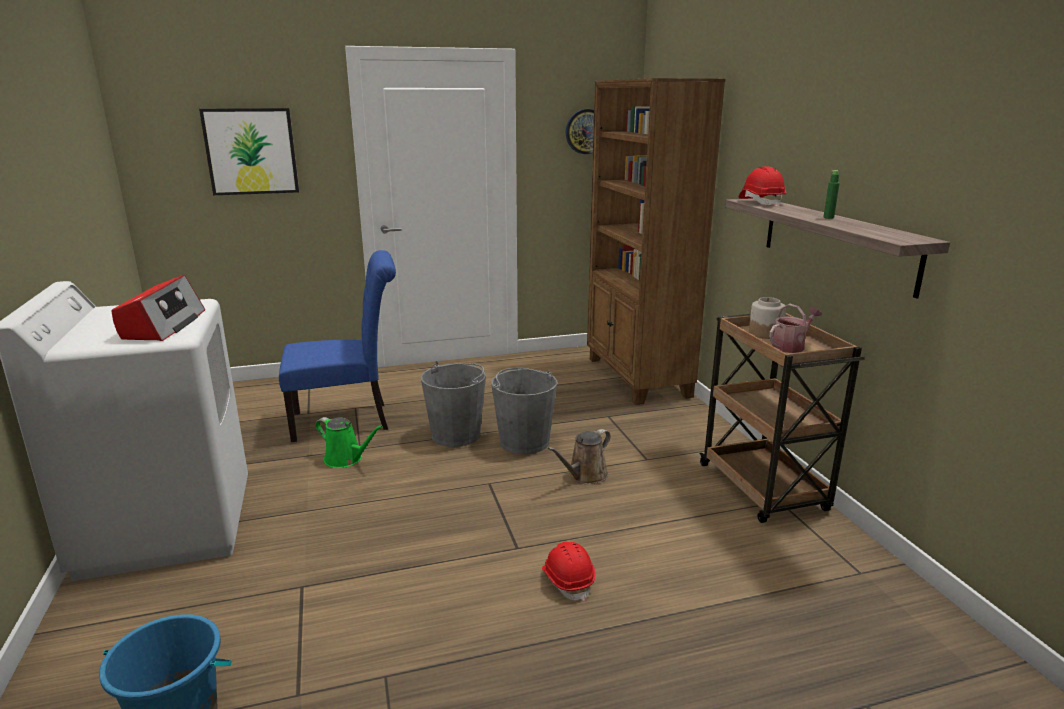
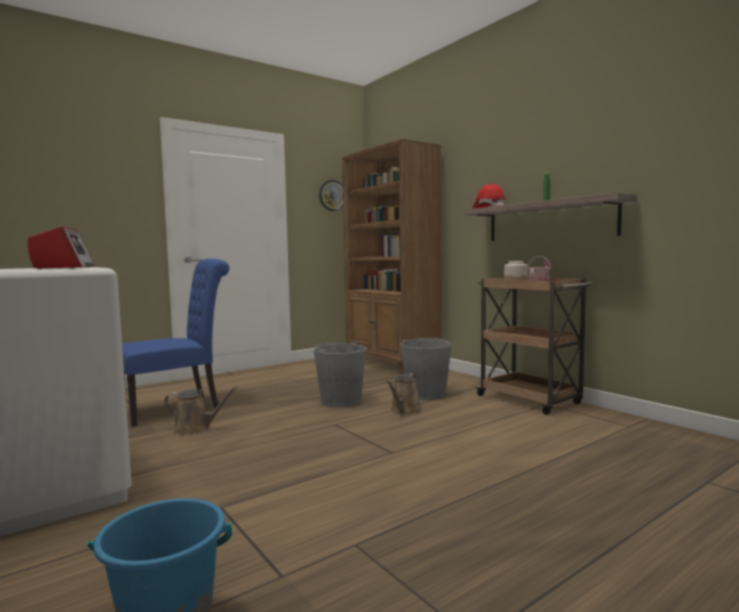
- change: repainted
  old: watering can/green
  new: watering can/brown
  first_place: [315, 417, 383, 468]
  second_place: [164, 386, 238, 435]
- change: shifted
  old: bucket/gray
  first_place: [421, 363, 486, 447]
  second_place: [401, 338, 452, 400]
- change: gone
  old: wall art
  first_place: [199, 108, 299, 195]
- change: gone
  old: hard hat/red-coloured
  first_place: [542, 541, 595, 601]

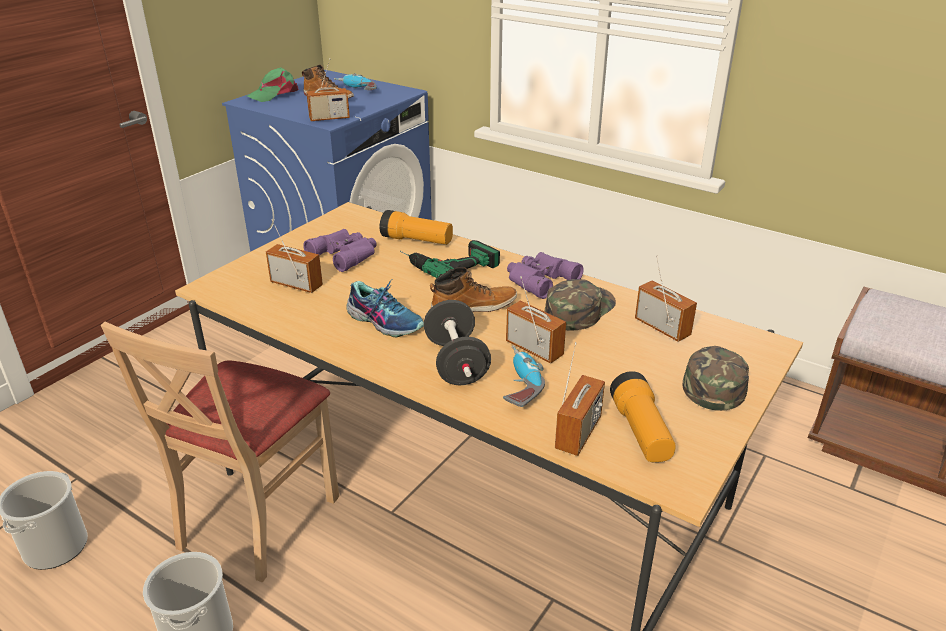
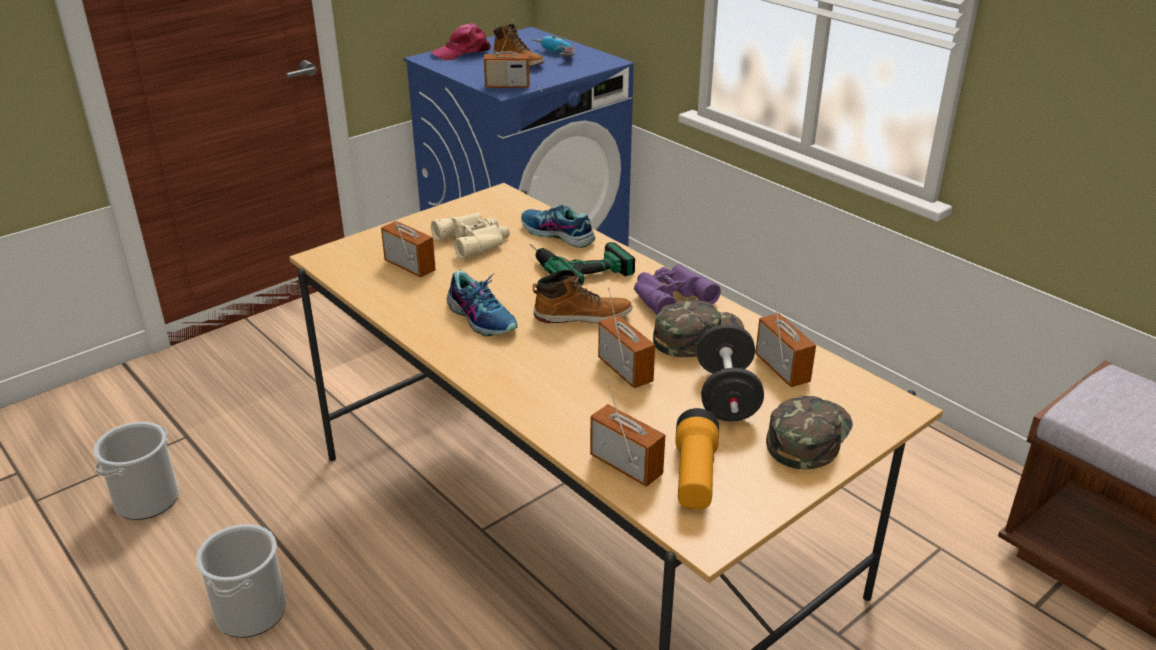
- change: repainted
  old: cap/green
  new: cap/pink-coloured
  first_place: [247, 67, 299, 102]
  second_place: [431, 23, 491, 60]
- change: repainted
  old: pair of binoculars/purple
  new: pair of binoculars/beige-coloured
  first_place: [303, 229, 377, 272]
  second_place: [431, 212, 510, 259]
- change: swapped
  old: hand torch
  new: low shoe
  first_place: [380, 210, 453, 245]
  second_place: [521, 205, 595, 248]
- change: rotated
  old: radio receiver
  first_place: [555, 342, 605, 456]
  second_place: [590, 379, 665, 487]
  degrees: -90
- change: shifted
  old: dumbbell/black
  first_place: [424, 300, 491, 385]
  second_place: [696, 324, 764, 422]
- change: gone
  old: plain chair/beige-coloured
  first_place: [101, 322, 339, 582]
- change: gone
  old: electric drill
  first_place: [503, 345, 545, 407]

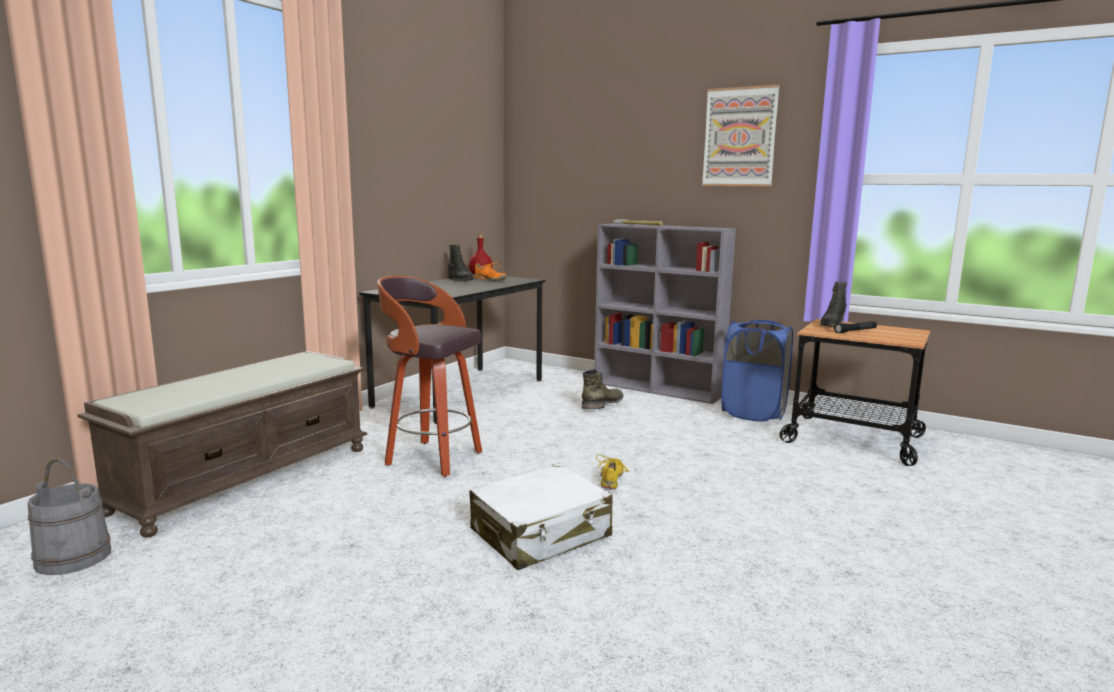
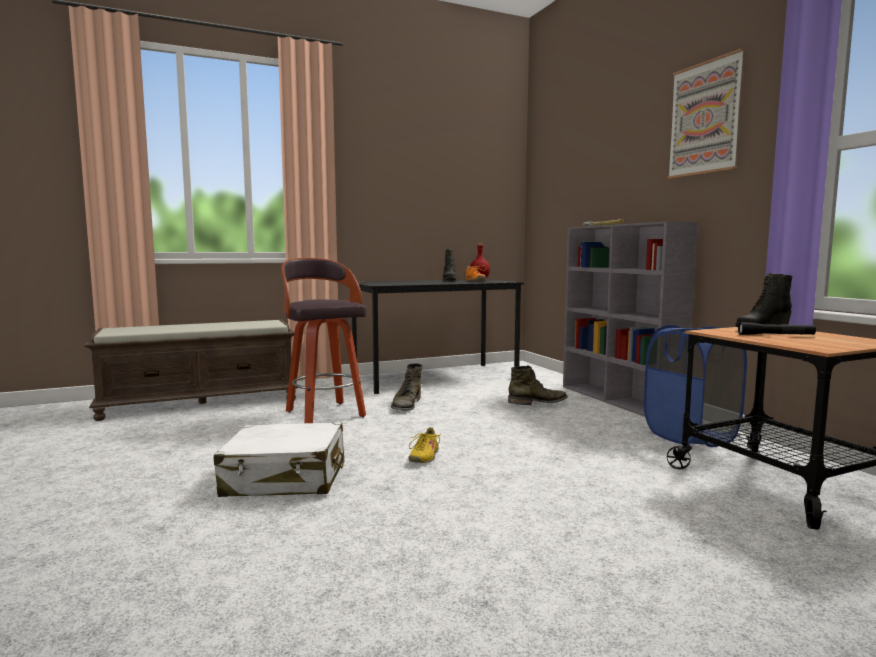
- change: new
  new: boot/green
  second_place: [391, 363, 423, 411]
- change: rotated
  old: low shoe/yellow
  first_place: [596, 454, 630, 489]
  second_place: [408, 427, 442, 463]
  degrees: 150
- change: gone
  old: bucket/gray
  first_place: [27, 458, 111, 575]

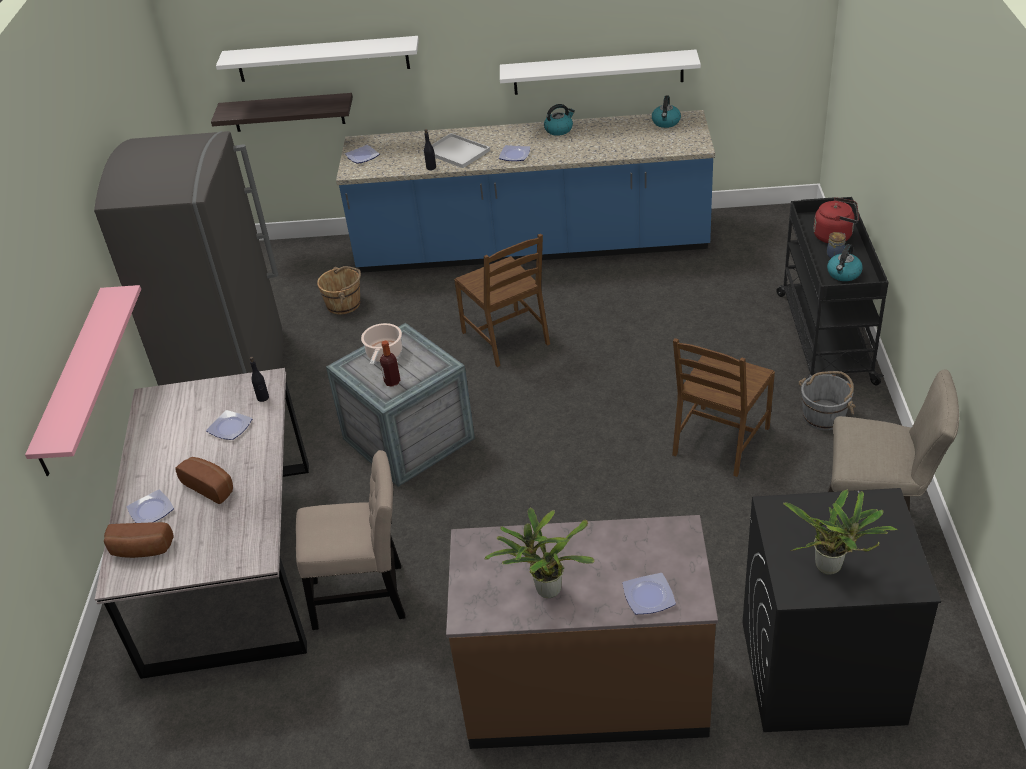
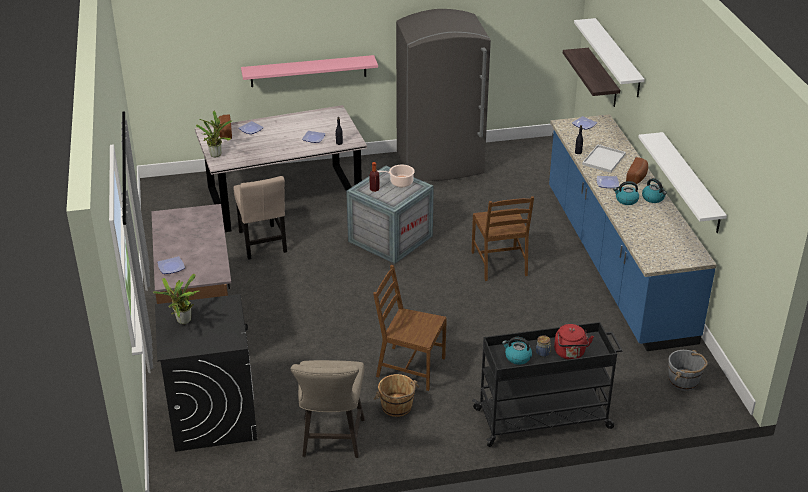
- change: shifted
  old: potted plant
  first_place: [485, 507, 595, 598]
  second_place: [196, 111, 232, 158]
- change: shifted
  old: bucket/brown
  first_place: [317, 266, 361, 314]
  second_place: [374, 374, 419, 417]
- change: rotated
  old: plain chair/brown
  first_place: [454, 234, 550, 367]
  second_place: [472, 196, 534, 281]
  degrees: -60
- change: shifted
  old: tea kettle
  first_place: [652, 95, 681, 128]
  second_place: [613, 181, 639, 205]
- change: shifted
  old: baked bread
  first_place: [175, 457, 233, 504]
  second_place: [626, 157, 648, 184]
- change: shifted
  old: bucket/gray
  first_place: [799, 371, 856, 430]
  second_place: [668, 350, 708, 391]

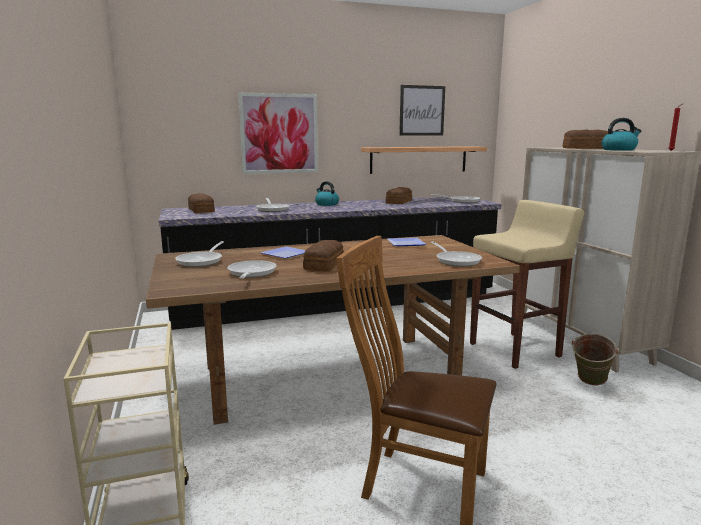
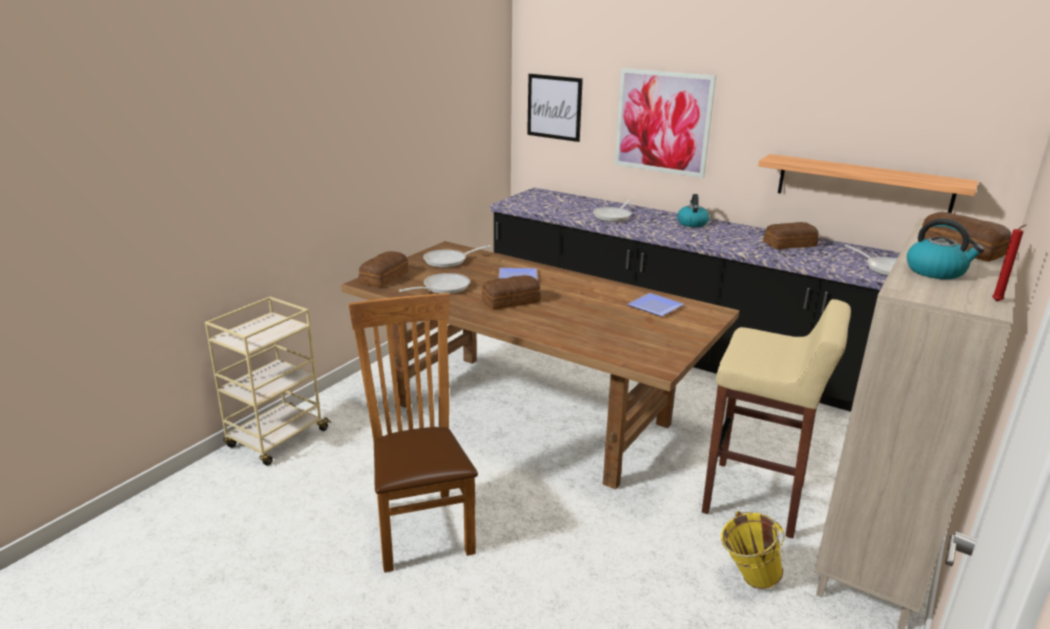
- change: shifted
  old: baked bread
  first_place: [188, 193, 215, 213]
  second_place: [359, 251, 409, 287]
- change: shifted
  old: wall art
  first_place: [399, 85, 445, 136]
  second_place: [527, 74, 583, 142]
- change: repainted
  old: bucket/green
  new: bucket/yellow
  first_place: [572, 333, 619, 386]
  second_place: [721, 511, 784, 589]
- change: gone
  old: frying pan
  first_place: [430, 241, 482, 267]

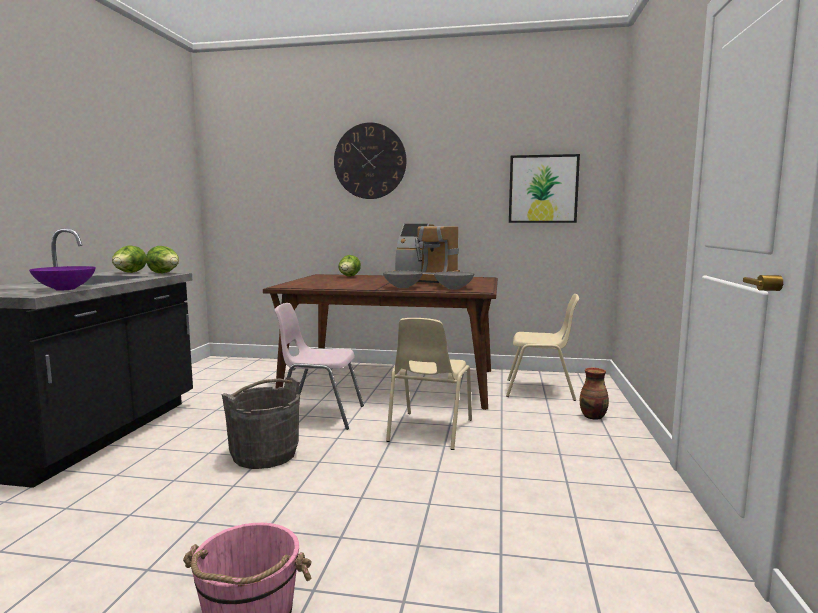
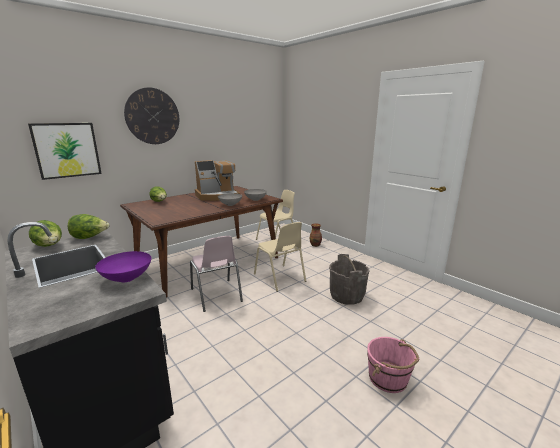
- change: shifted
  old: wall art
  first_place: [509, 154, 580, 223]
  second_place: [28, 123, 102, 180]
- change: rotated
  old: plain chair/pink-coloured
  first_place: [275, 303, 364, 430]
  second_place: [190, 236, 243, 312]
  degrees: -75
- change: shifted
  old: bucket/gray
  first_place: [222, 378, 300, 469]
  second_place: [329, 254, 370, 305]

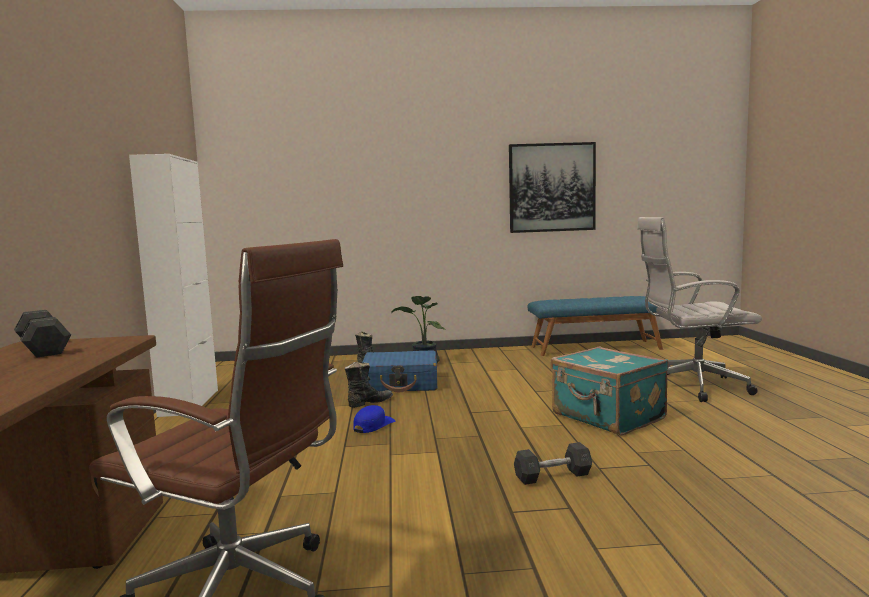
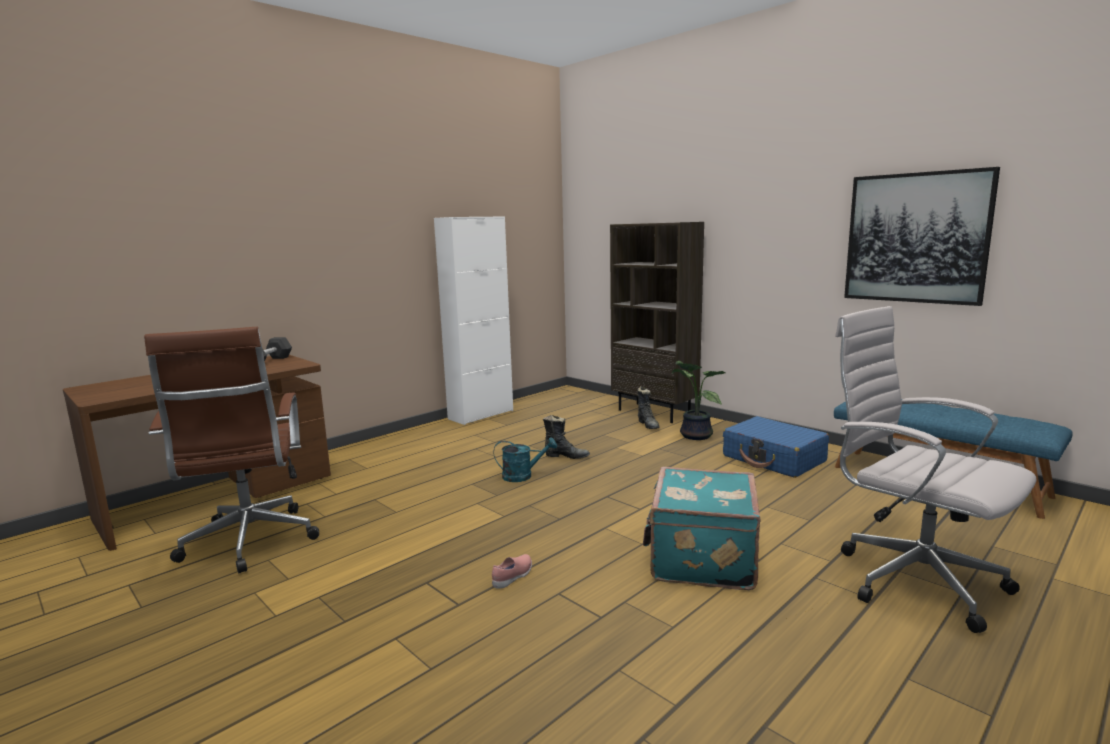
- change: swapped
  old: dumbbell/gray
  new: low shoe/pink-coloured
  first_place: [514, 442, 592, 485]
  second_place: [492, 554, 532, 589]
- change: swapped
  old: cap/blue-coloured
  new: watering can/turquoise-coloured
  first_place: [353, 405, 395, 433]
  second_place: [494, 437, 557, 482]
- change: new
  new: bookcase/brown
  second_place: [610, 222, 704, 423]
- change: shifted
  old: travel case/blue-coloured
  first_place: [362, 350, 437, 393]
  second_place: [723, 416, 829, 478]

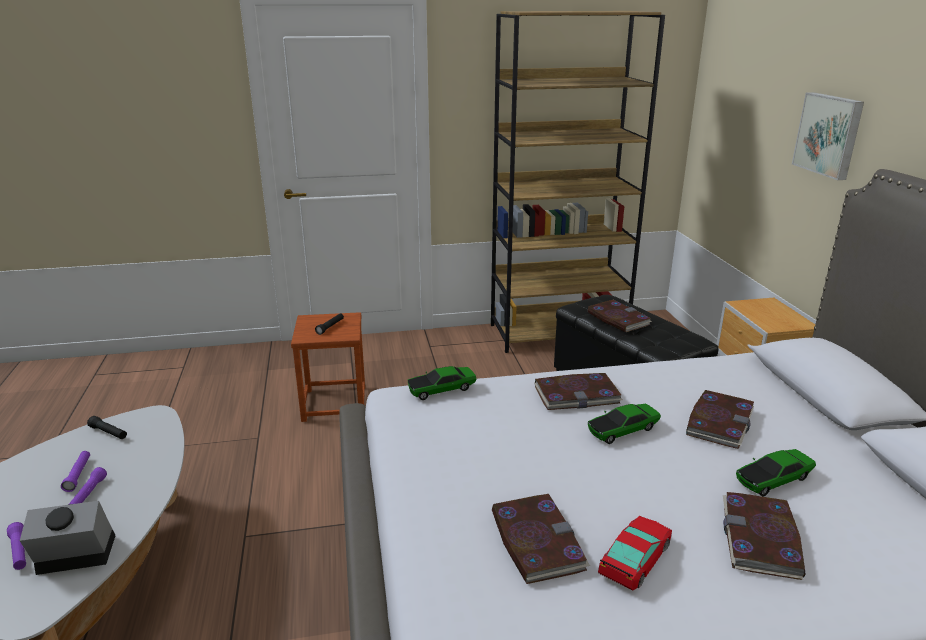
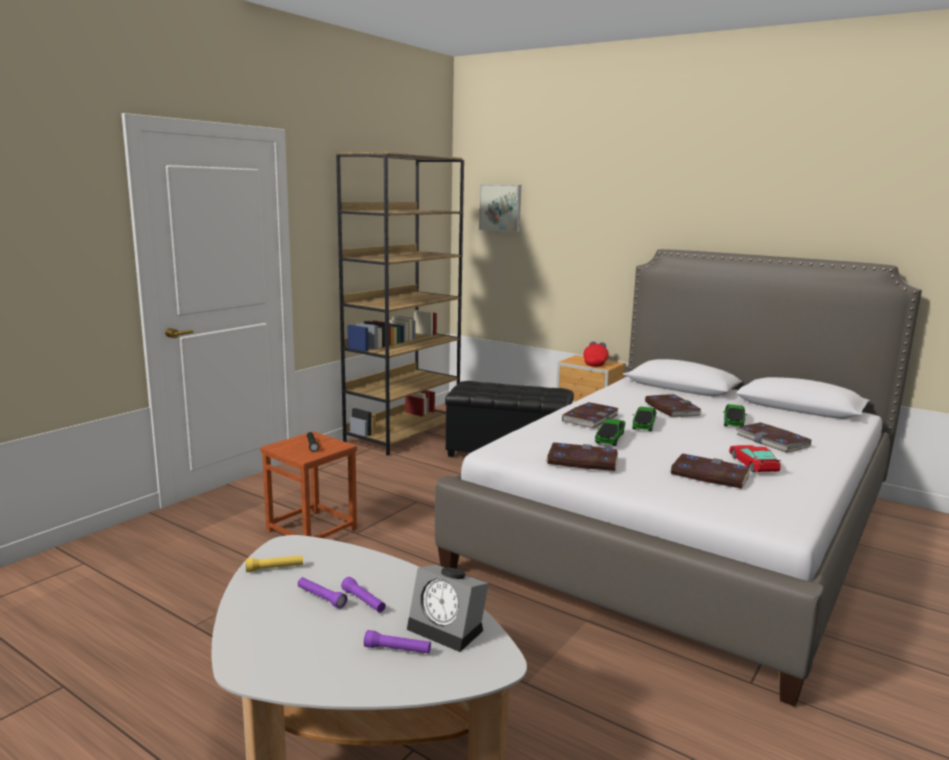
- change: repainted
  old: hand torch/black
  new: hand torch/yellow
  first_place: [87, 416, 127, 439]
  second_place: [246, 555, 303, 572]
- change: rotated
  old: bedside clock
  first_place: [20, 501, 116, 575]
  second_place: [407, 565, 489, 652]
  degrees: -90
- change: shifted
  old: wall art
  first_place: [792, 92, 864, 180]
  second_place: [479, 184, 521, 232]
- change: shifted
  old: volume
  first_place: [588, 300, 652, 332]
  second_place: [546, 442, 618, 471]
- change: new
  new: cap/red-coloured
  second_place: [584, 341, 609, 367]
- change: shifted
  old: miniature car
  first_place: [408, 366, 477, 400]
  second_place: [595, 419, 625, 446]

